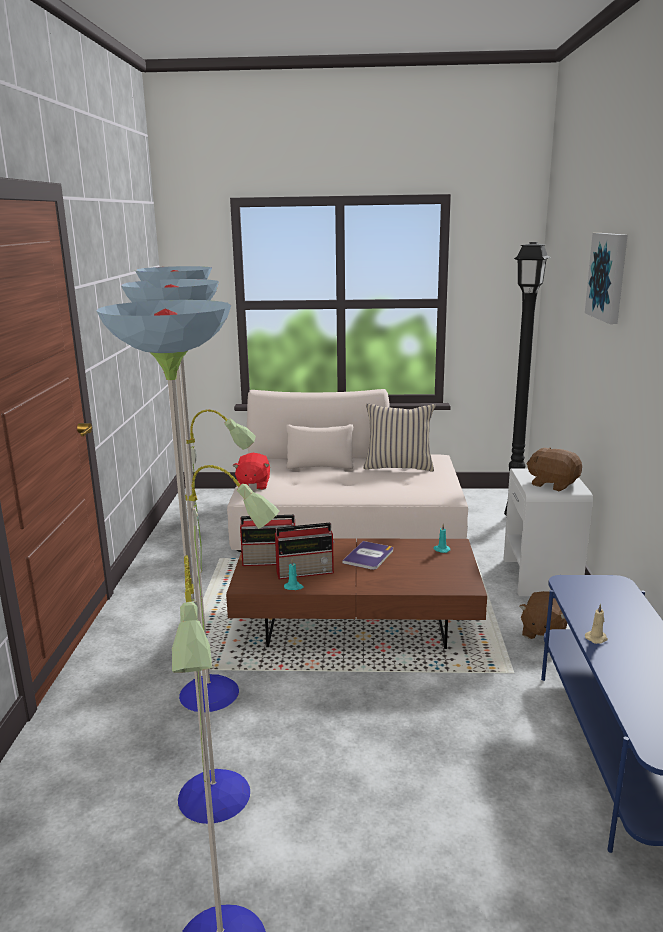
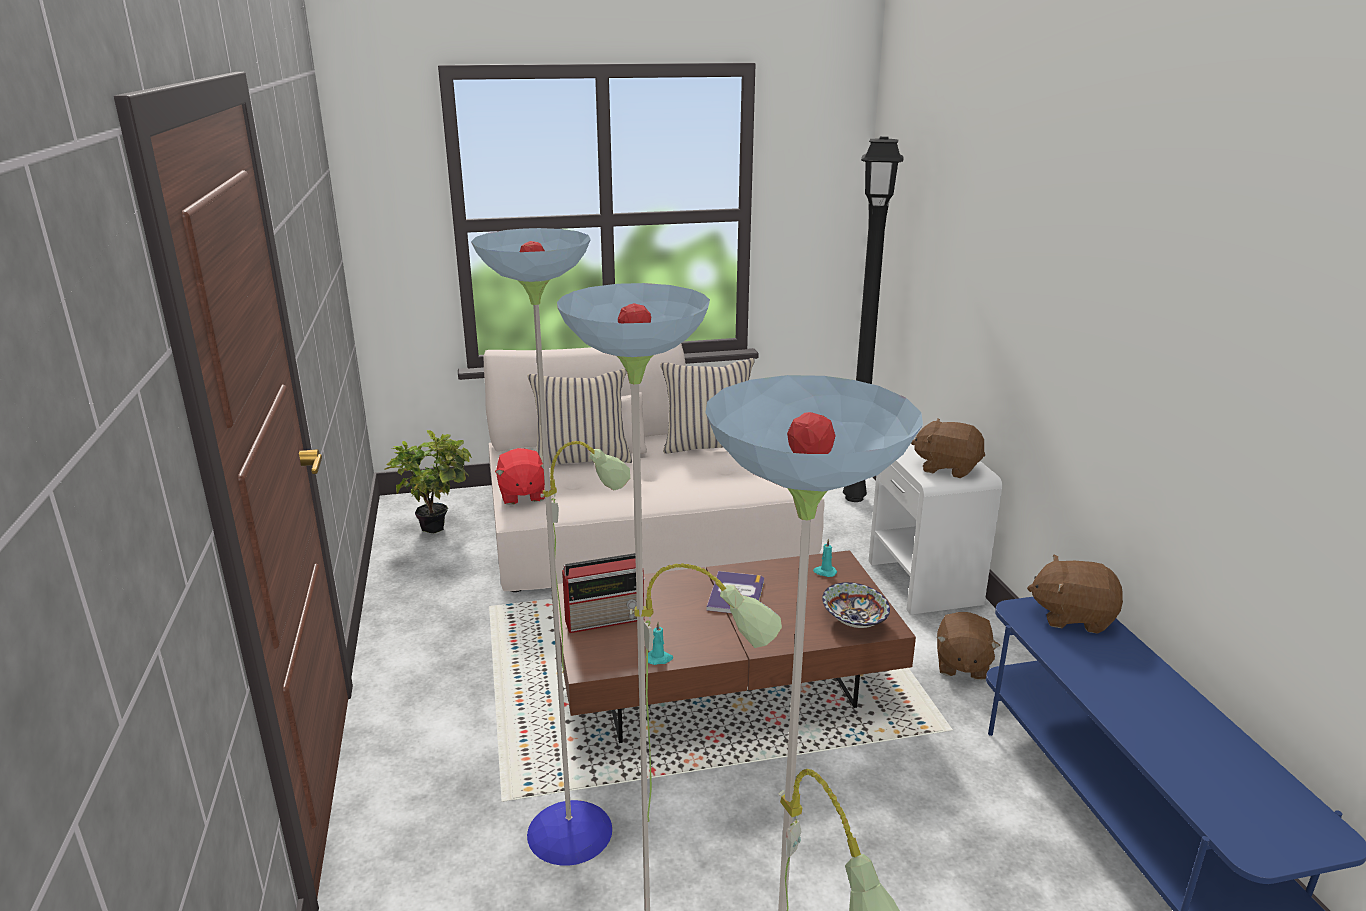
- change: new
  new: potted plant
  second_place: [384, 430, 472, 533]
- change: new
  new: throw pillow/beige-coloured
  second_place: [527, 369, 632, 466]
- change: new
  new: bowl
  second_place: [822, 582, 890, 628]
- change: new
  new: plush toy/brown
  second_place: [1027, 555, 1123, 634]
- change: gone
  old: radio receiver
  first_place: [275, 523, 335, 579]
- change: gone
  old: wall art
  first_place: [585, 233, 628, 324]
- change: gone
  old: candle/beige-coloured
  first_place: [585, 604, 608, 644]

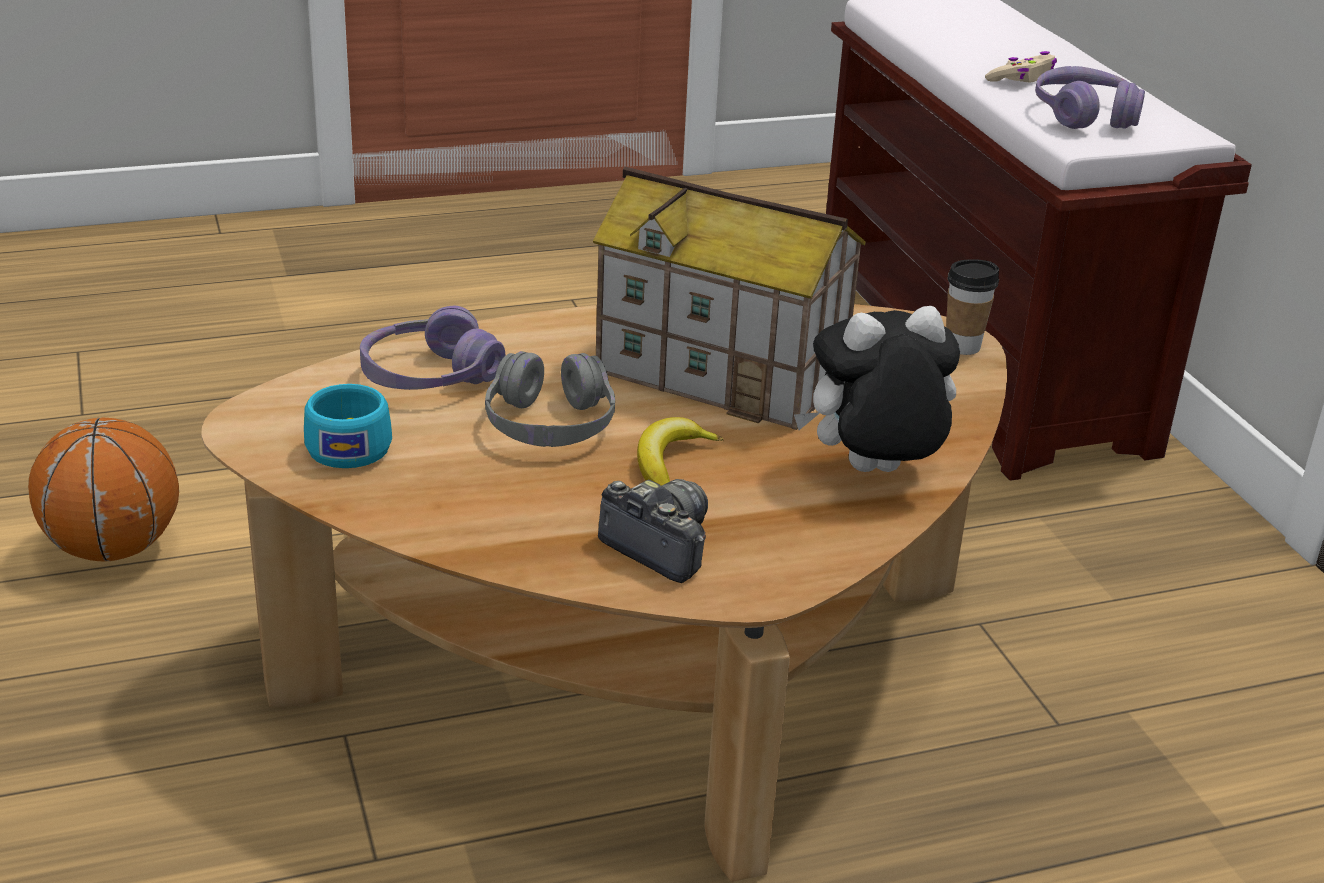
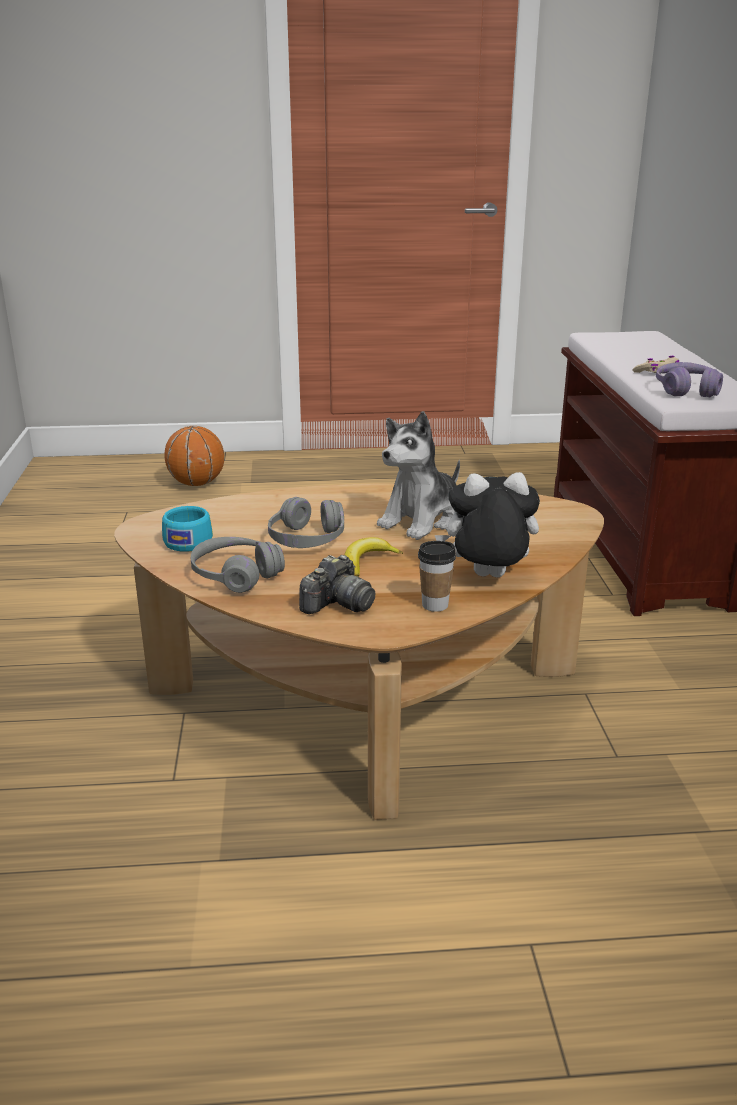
- change: shifted
  old: basketball
  first_place: [28, 417, 179, 562]
  second_place: [164, 426, 224, 486]
- change: new
  new: pair of headphones/gray
  second_place: [191, 537, 285, 593]
- change: rotated
  old: photo camera
  first_place: [598, 479, 708, 583]
  second_place: [299, 555, 375, 614]
  degrees: 75
- change: swapped
  old: toy house
  new: plush toy
  first_place: [593, 167, 866, 430]
  second_place: [377, 411, 460, 540]
- change: shifted
  old: cup
  first_place: [946, 259, 999, 355]
  second_place: [418, 541, 456, 612]
- change: gone
  old: pair of headphones/purple
  first_place: [360, 306, 505, 390]

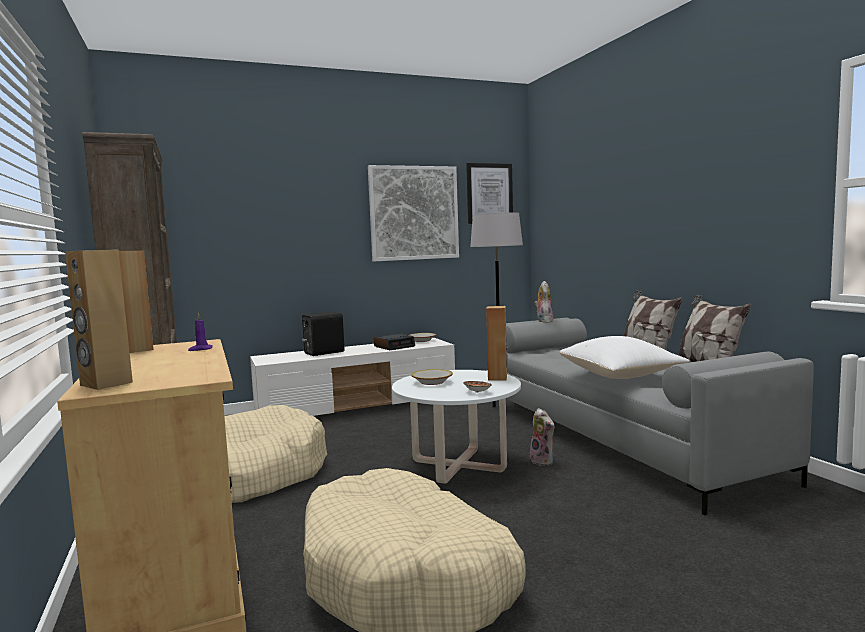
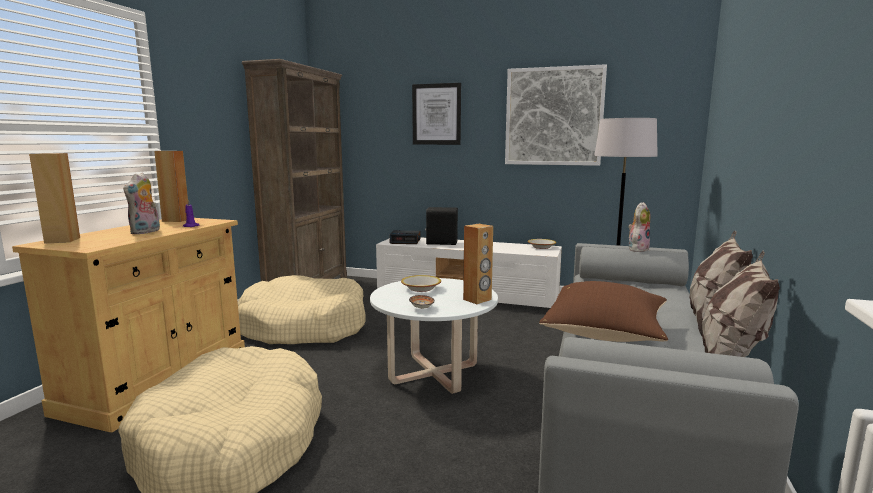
- change: shifted
  old: plush toy
  first_place: [530, 408, 555, 466]
  second_place: [123, 172, 160, 234]
- change: shifted
  old: bedside clock
  first_place: [374, 334, 415, 350]
  second_place: [390, 230, 421, 244]
- change: shifted
  old: wall art
  first_place: [466, 163, 513, 224]
  second_place: [412, 83, 461, 145]
- change: repainted
  old: throw pillow/white
  new: throw pillow/brown
  first_place: [560, 336, 690, 379]
  second_place: [539, 281, 668, 342]

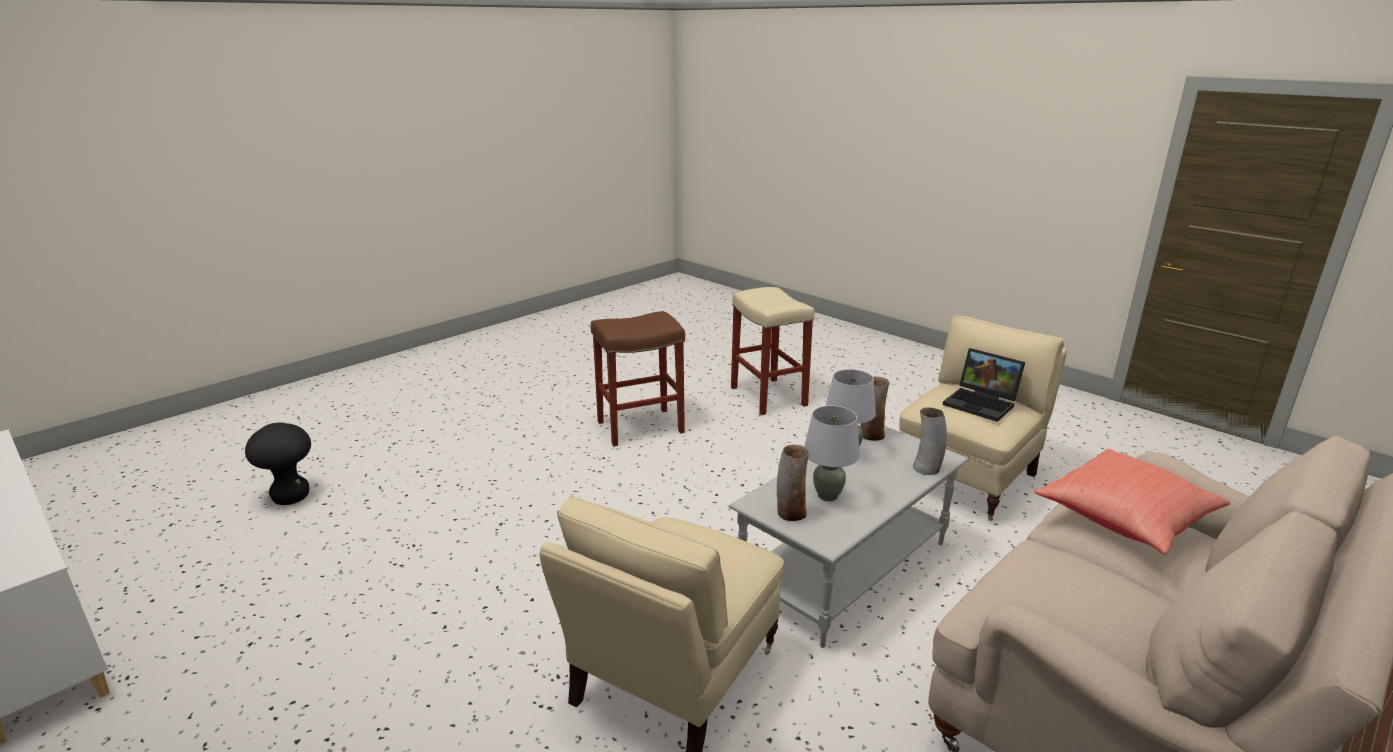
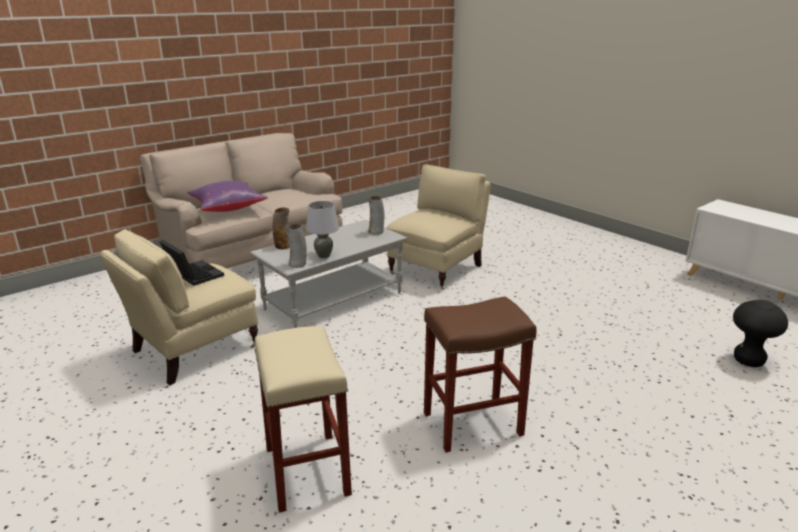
- change: repainted
  old: throw pillow/red-coloured
  new: throw pillow/purple
  first_place: [1034, 449, 1230, 555]
  second_place: [188, 181, 268, 212]
- change: gone
  old: lamp for a table/gray
  first_place: [805, 406, 860, 501]

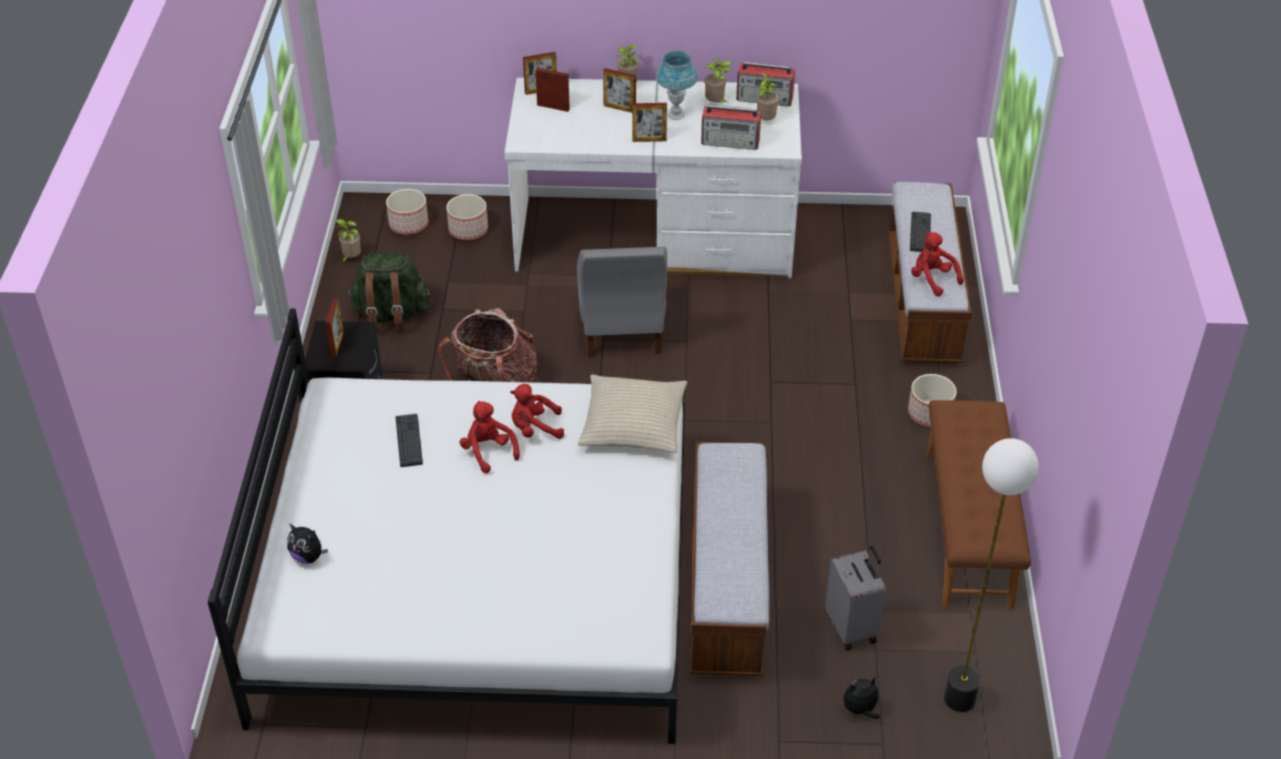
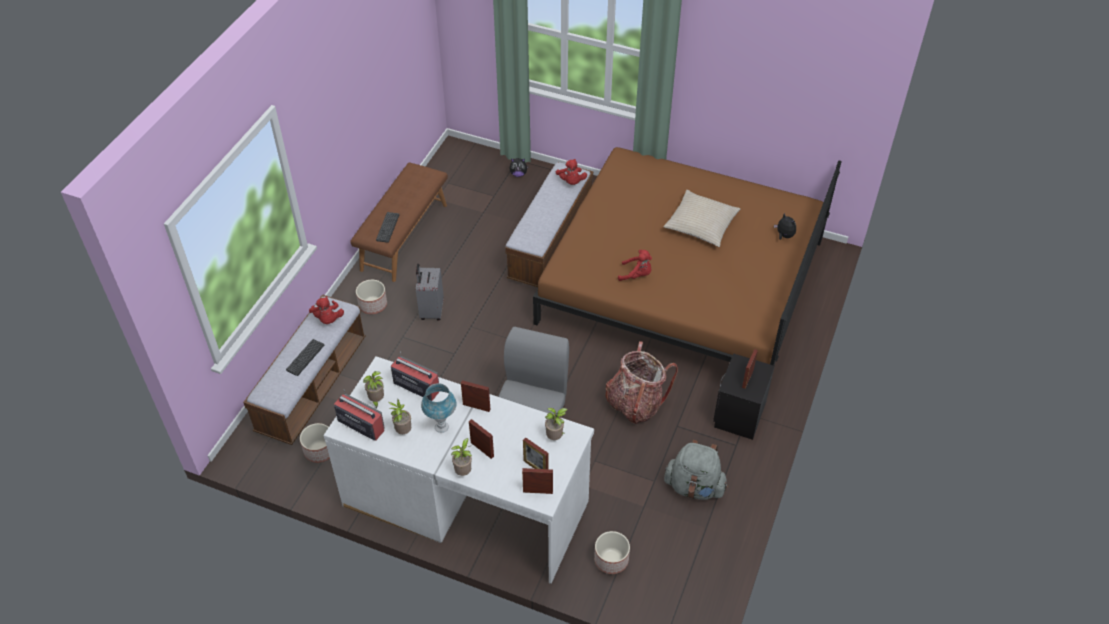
- change: shifted
  old: flower pot
  first_place: [386, 189, 428, 235]
  second_place: [300, 423, 330, 463]
- change: shifted
  old: PC keyboard
  first_place: [395, 414, 423, 467]
  second_place: [376, 212, 399, 243]
- change: shifted
  old: travel case/gray
  first_place: [825, 545, 886, 650]
  second_place: [416, 264, 444, 320]
- change: repainted
  old: bed/white
  new: bed/brown
  first_place: [208, 308, 685, 744]
  second_place: [533, 147, 842, 366]
- change: shifted
  old: potted plant
  first_place: [334, 219, 361, 263]
  second_place: [545, 408, 568, 440]
- change: shifted
  old: plush toy/red-coloured
  first_place: [459, 401, 520, 474]
  second_place: [556, 159, 587, 185]
- change: shifted
  old: throw pillow/beige-coloured
  first_place: [578, 375, 687, 453]
  second_place: [664, 190, 740, 247]
- change: repainted
  old: backpack/green
  new: backpack/gray
  first_place: [348, 252, 430, 330]
  second_place: [664, 440, 728, 500]
- change: gone
  old: standing lamp
  first_place: [944, 438, 1039, 712]

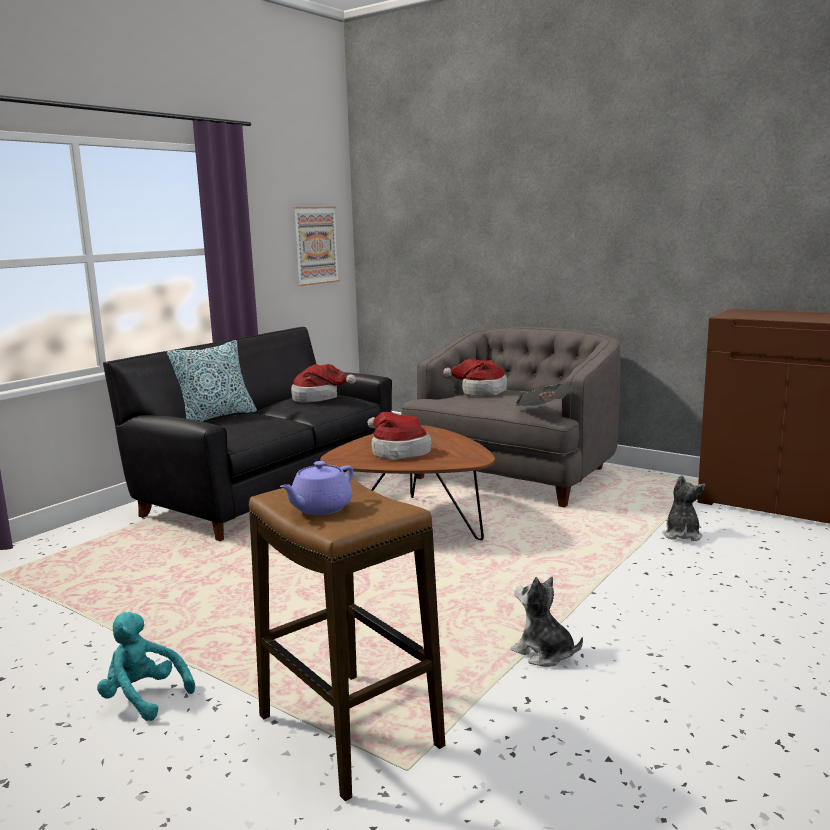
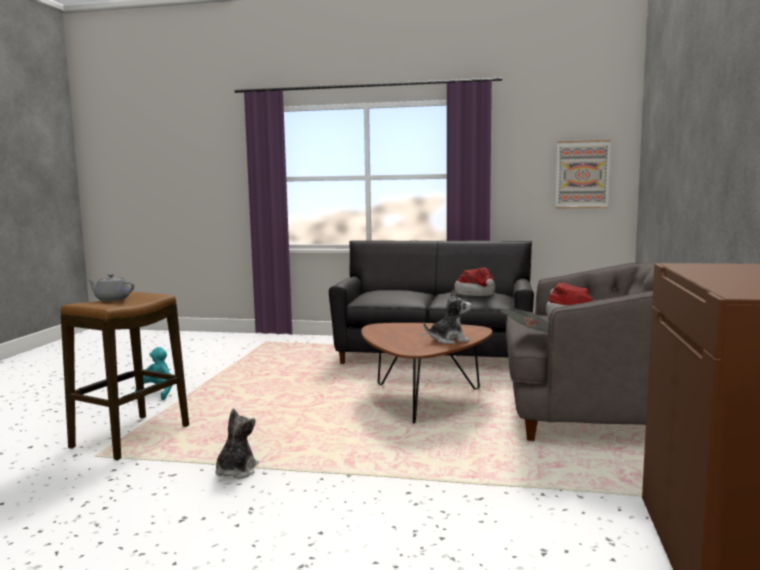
- change: repainted
  old: pot for tea/purple
  new: pot for tea/gray
  first_place: [280, 461, 353, 515]
  second_place: [87, 274, 134, 301]
- change: shifted
  old: plush toy
  first_place: [662, 475, 705, 541]
  second_place: [423, 290, 471, 344]
- change: gone
  old: throw pillow
  first_place: [167, 340, 257, 422]
- change: gone
  old: hat
  first_place: [368, 412, 432, 460]

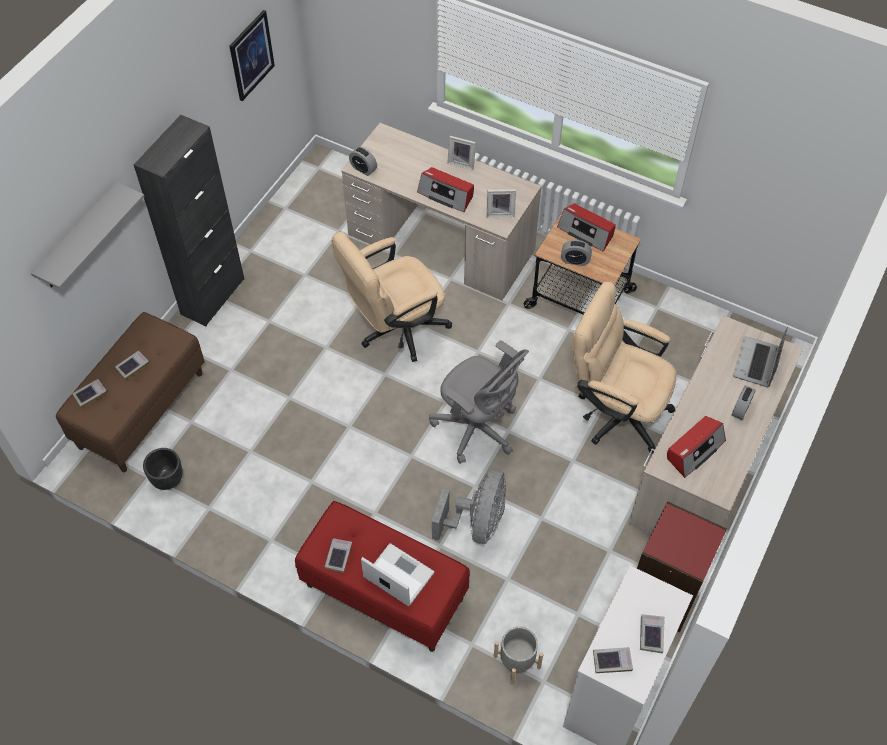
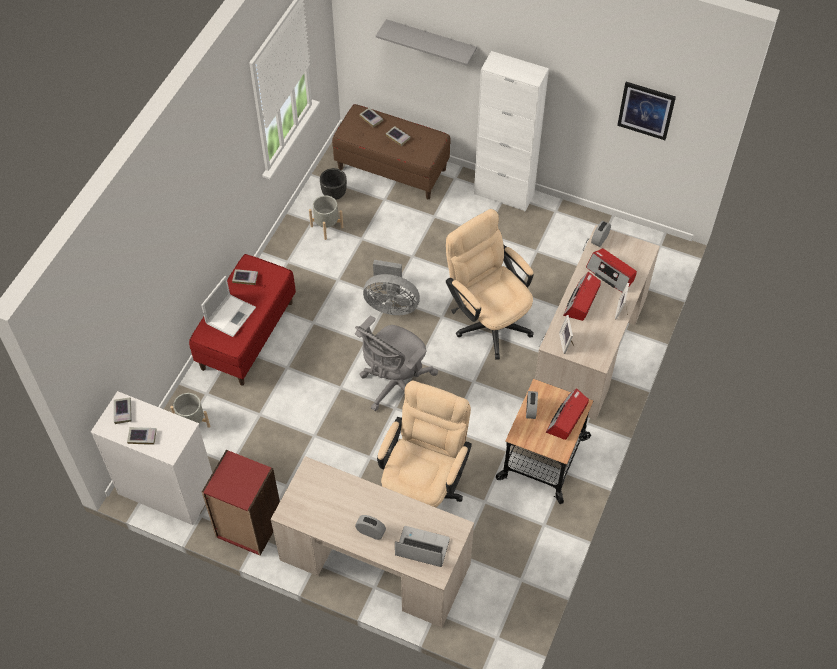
- change: new
  new: flower pot/gray
  second_place: [309, 195, 343, 240]
- change: shifted
  old: cooling fan/gray
  first_place: [432, 469, 506, 544]
  second_place: [363, 260, 420, 315]
- change: repainted
  old: cabinet/black
  new: cabinet/white
  first_place: [134, 115, 244, 326]
  second_place: [474, 51, 549, 212]
- change: shifted
  old: radio receiver
  first_place: [667, 416, 726, 478]
  second_place: [586, 248, 637, 292]

